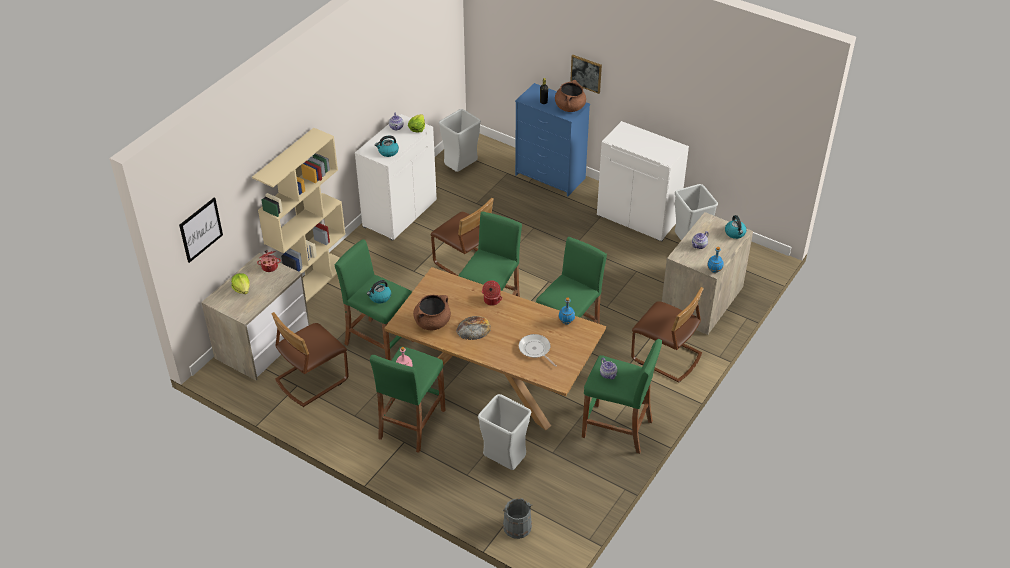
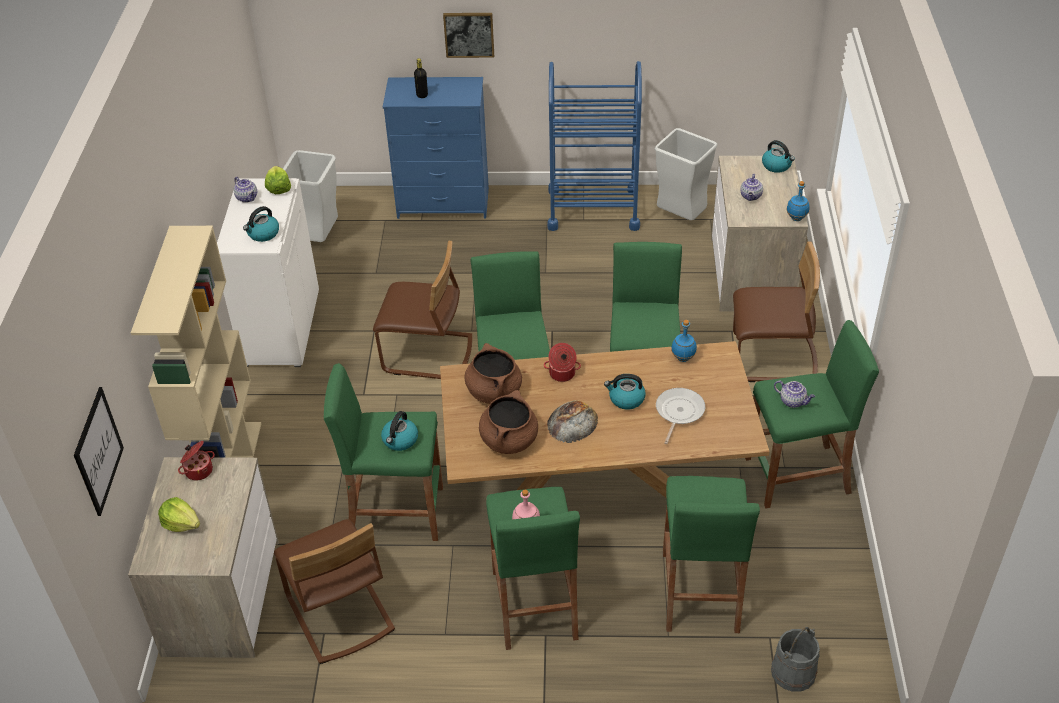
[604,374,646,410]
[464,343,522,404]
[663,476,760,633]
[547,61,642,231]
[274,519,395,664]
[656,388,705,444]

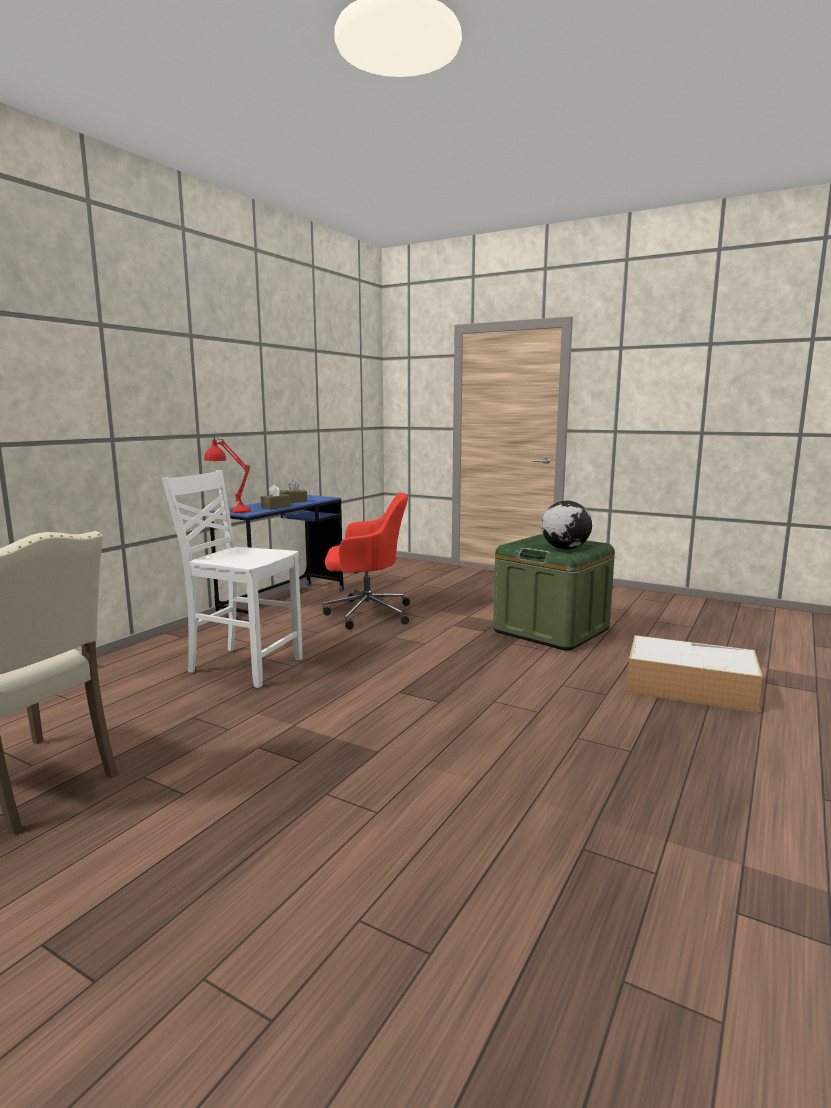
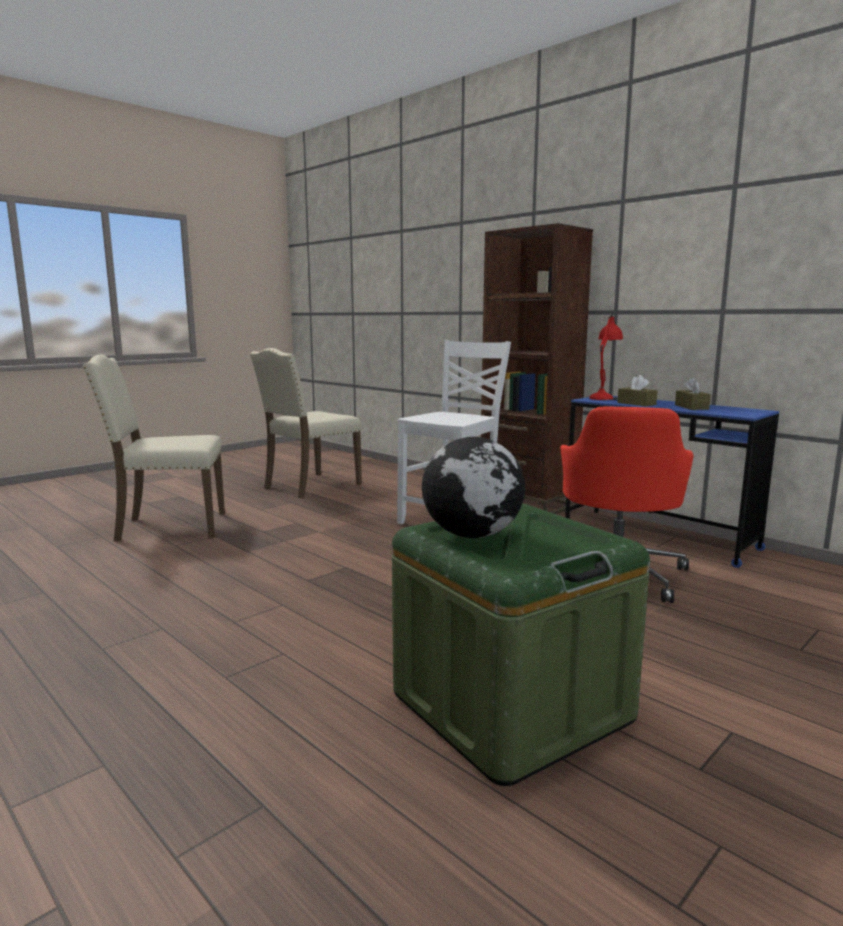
[627,635,762,713] (first image)
[82,355,225,541]
[481,223,593,514]

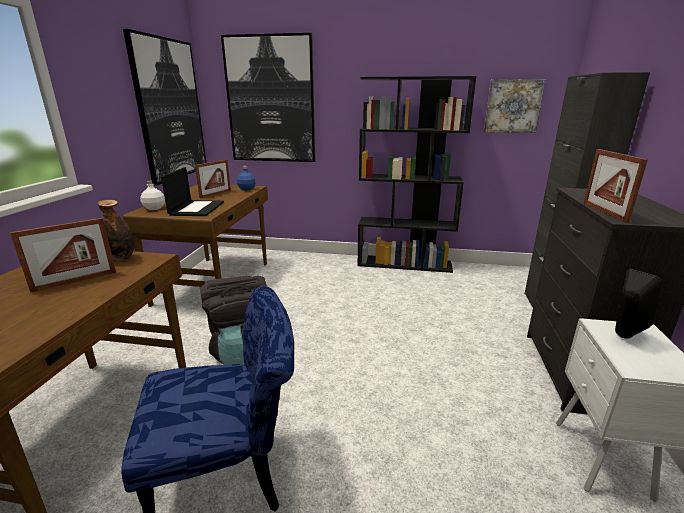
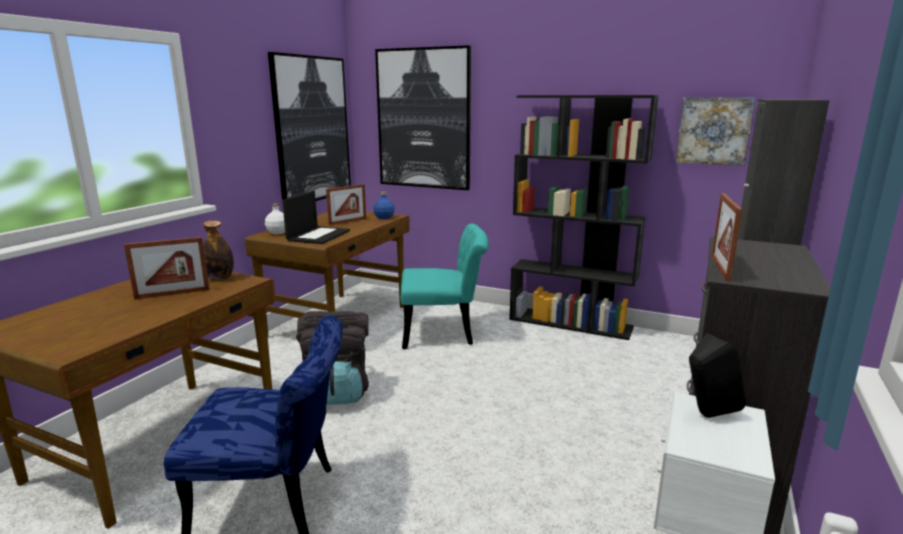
[401,224,489,349]

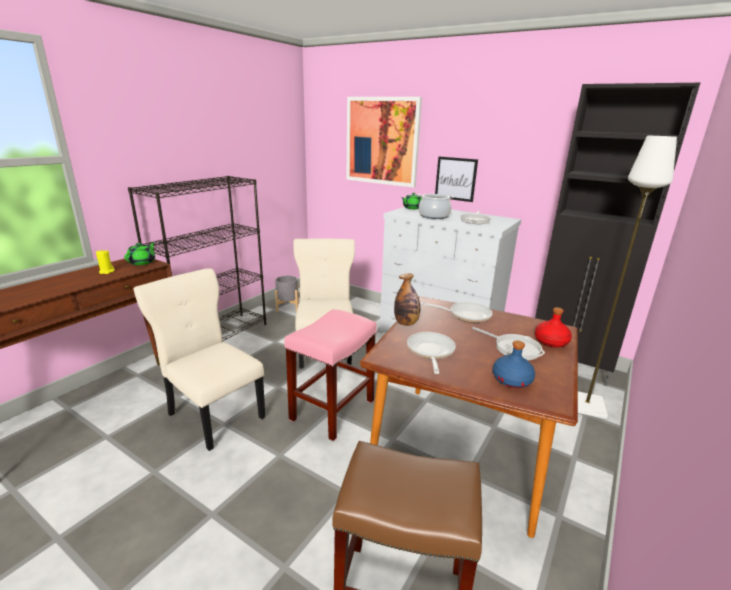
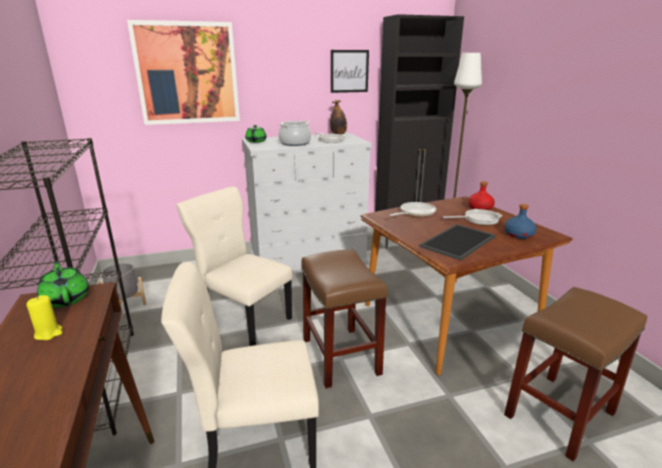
[330,100,347,135]
[331,50,369,93]
[419,224,496,261]
[301,250,388,389]

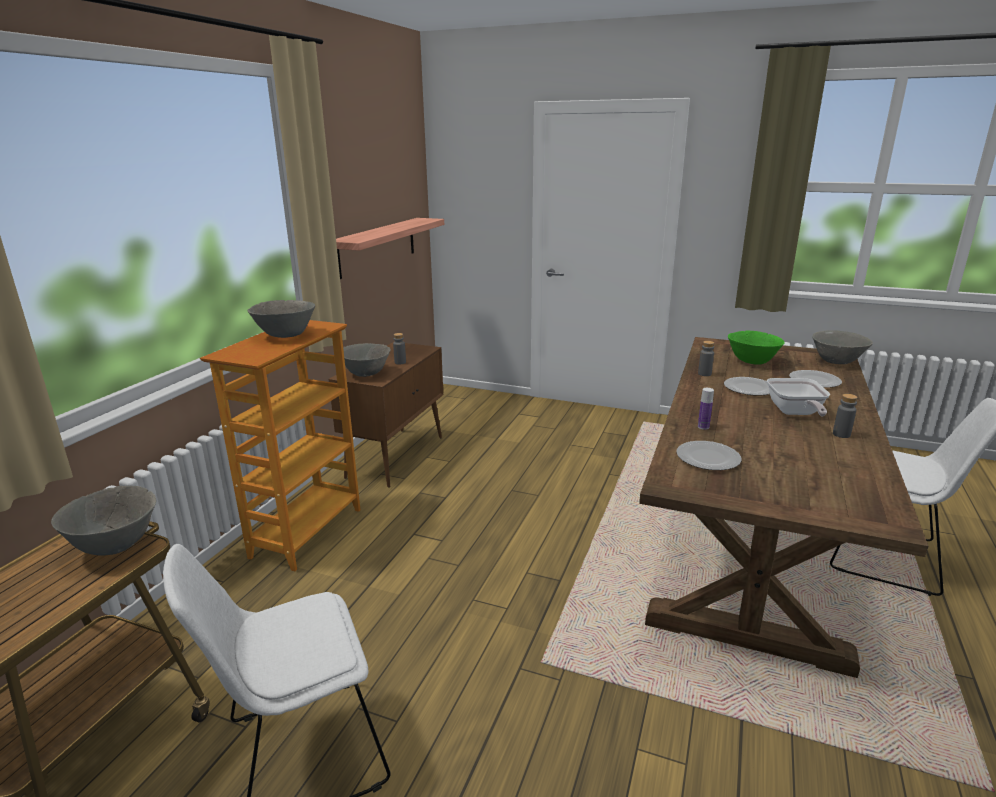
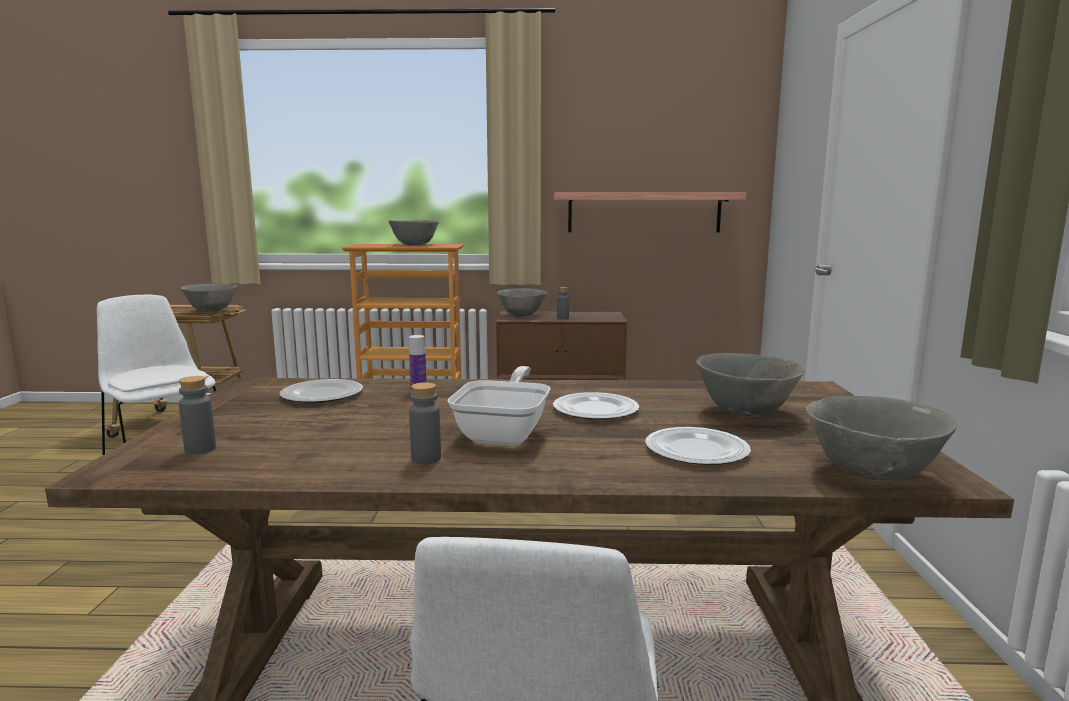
[179,376,216,455]
[696,353,805,416]
[448,366,550,446]

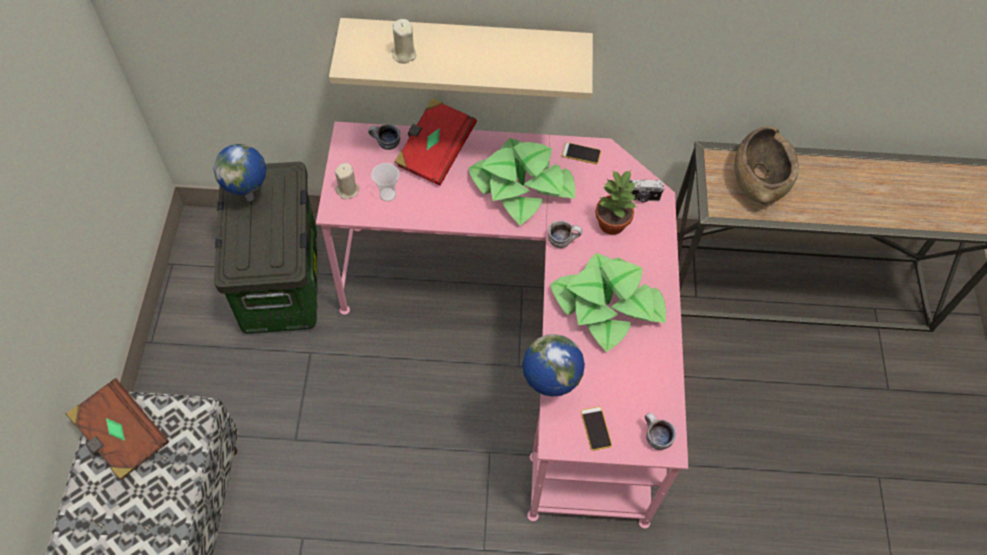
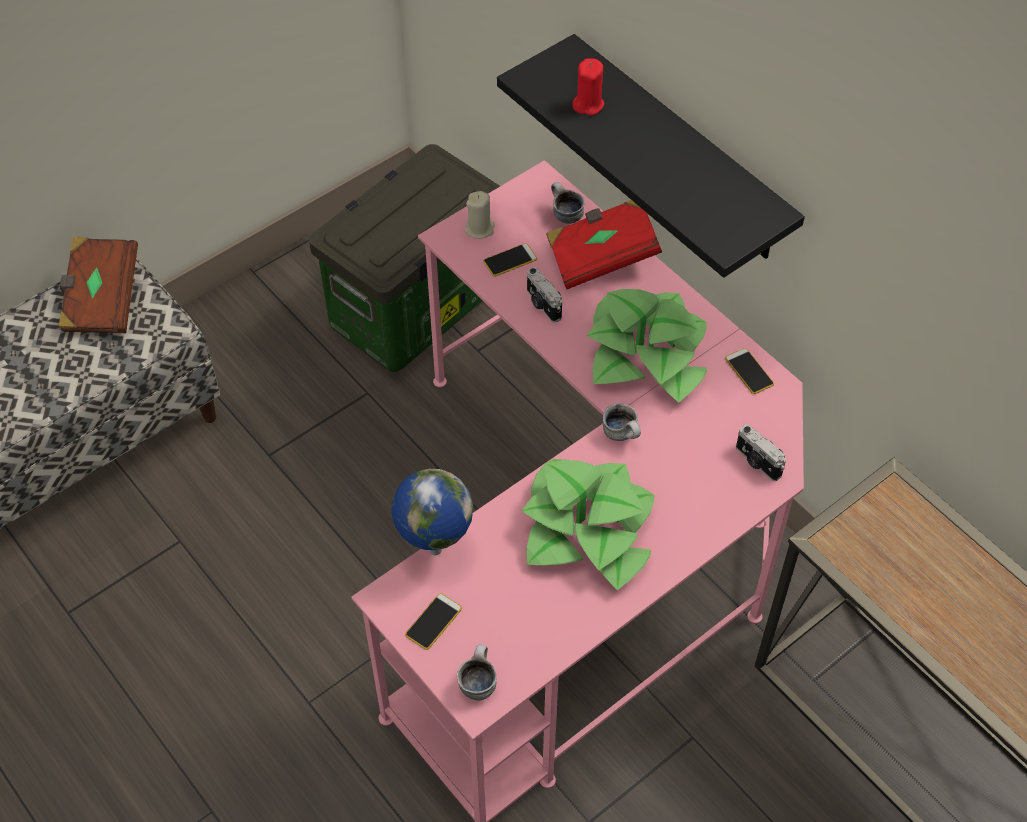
[214,144,266,202] (first image)
[595,170,637,235] (first image)
[734,126,799,205] (first image)
[527,267,562,323]
[483,243,537,277]
[497,34,805,278]
[573,58,604,116]

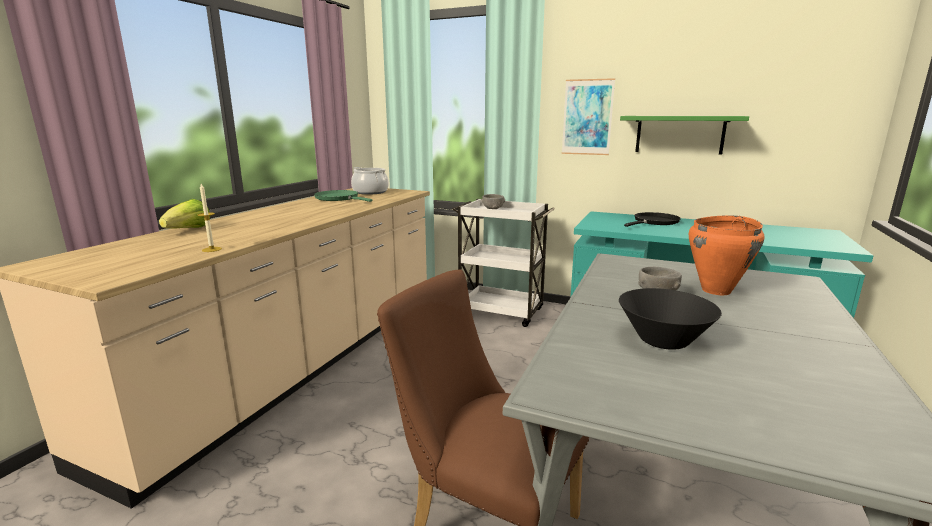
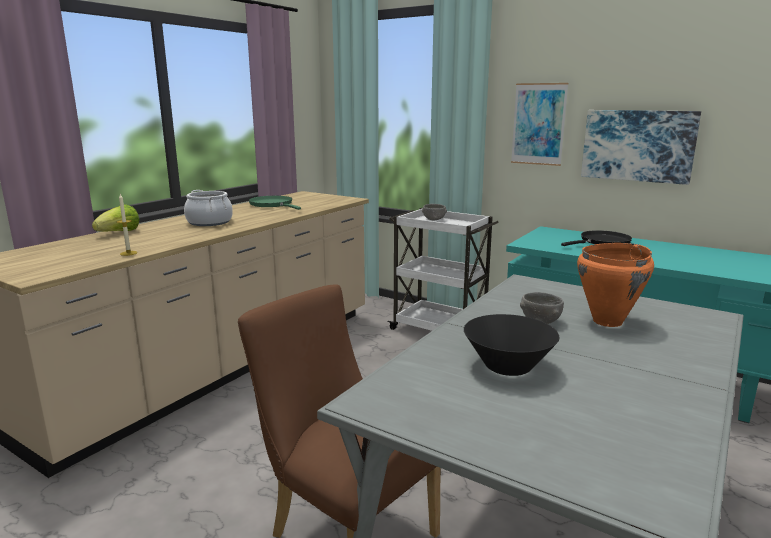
[184,190,233,226]
[581,110,701,185]

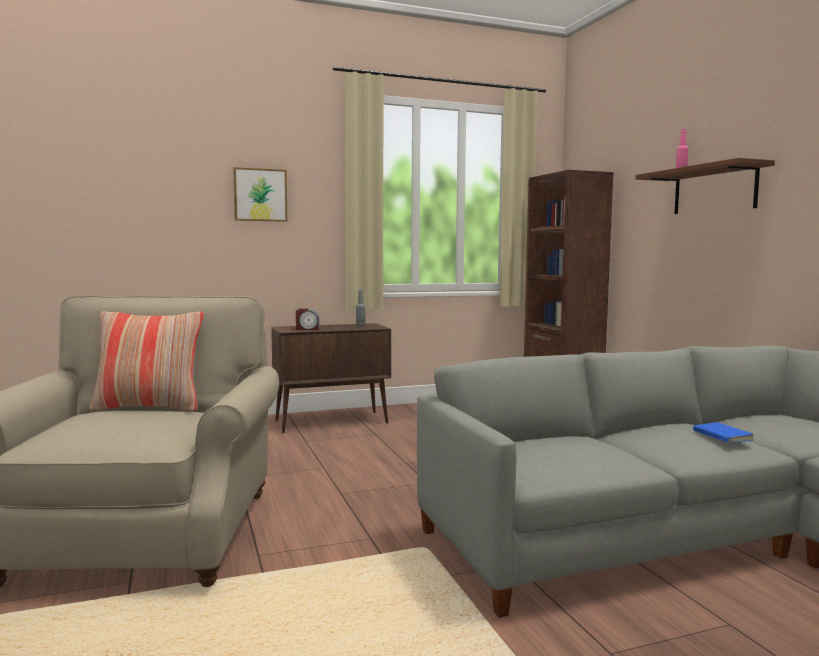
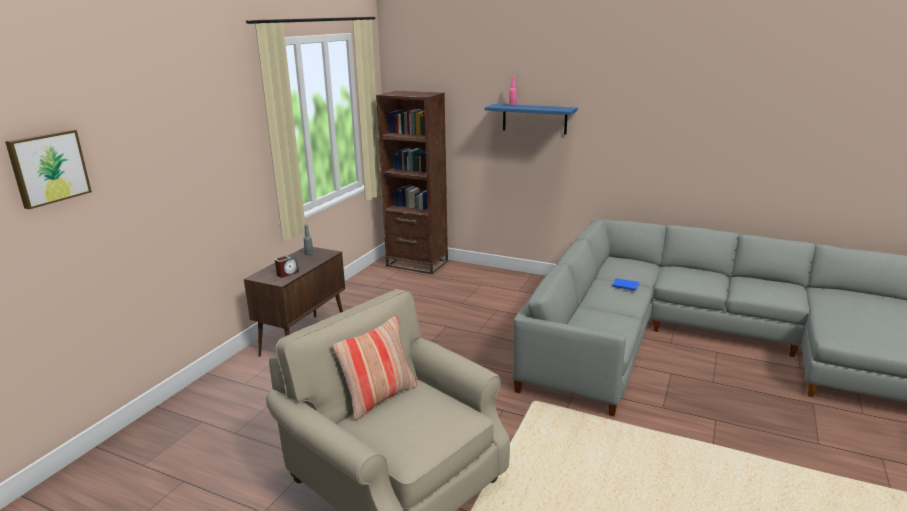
[5,129,92,209]
[485,104,578,134]

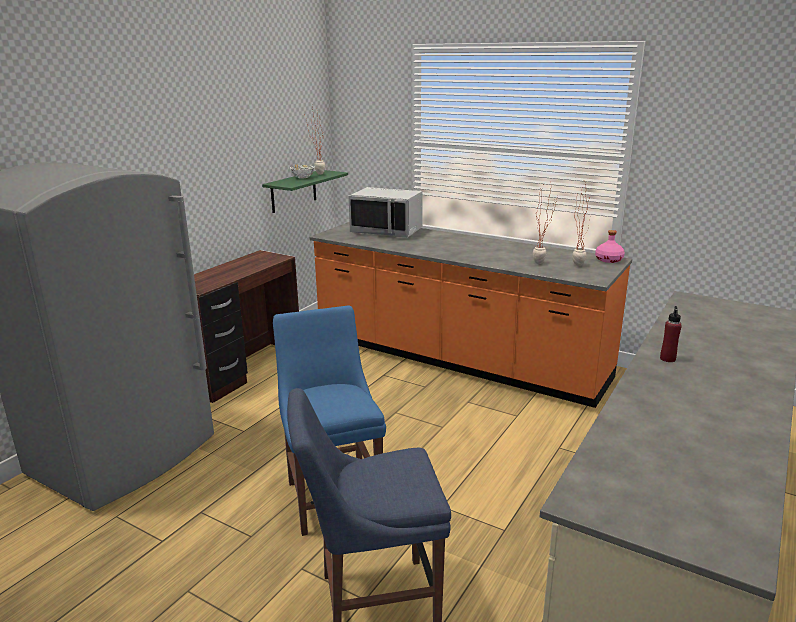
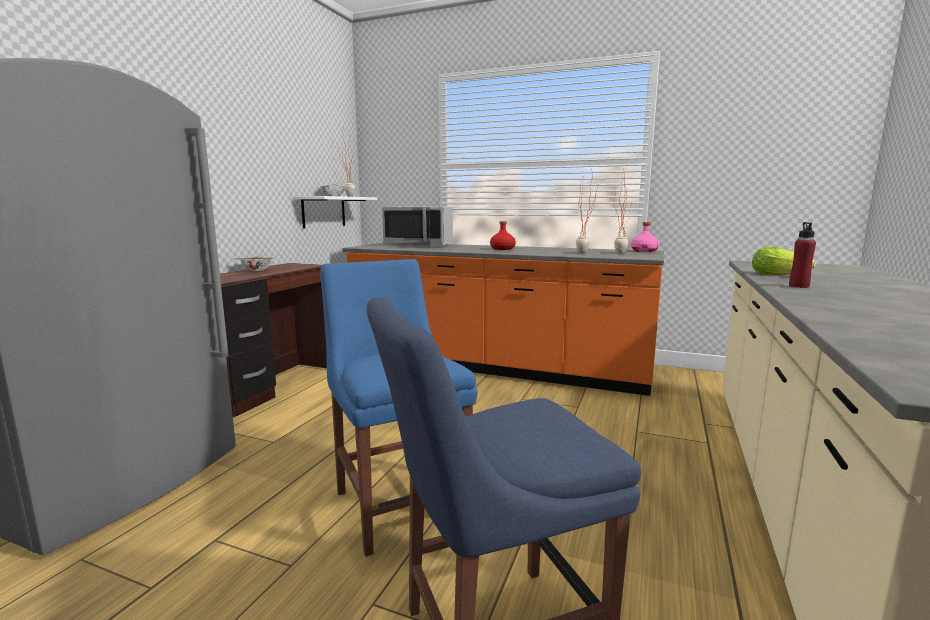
[234,255,273,271]
[490,221,516,250]
[752,247,816,275]
[293,196,377,228]

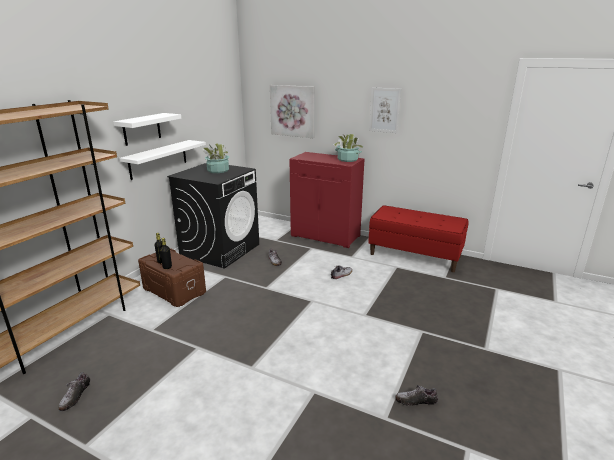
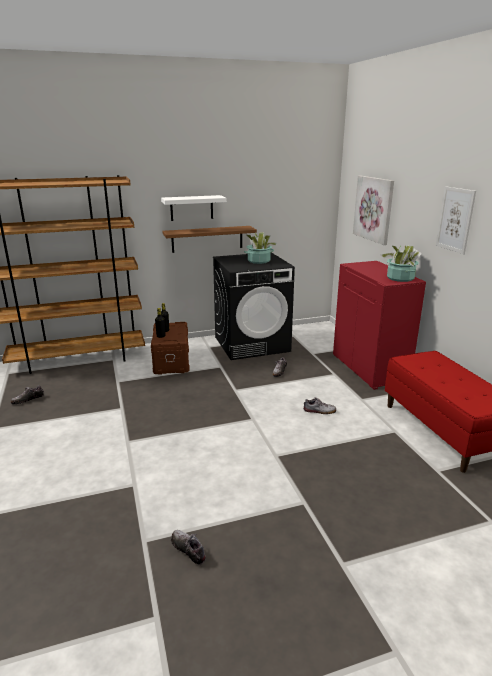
[162,226,257,253]

